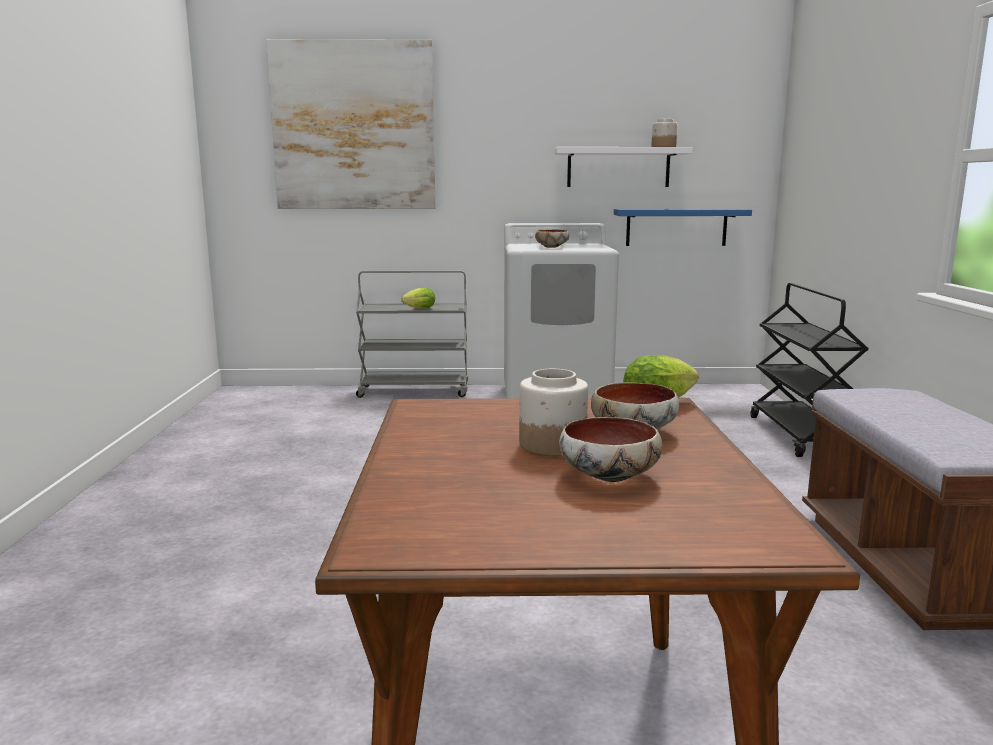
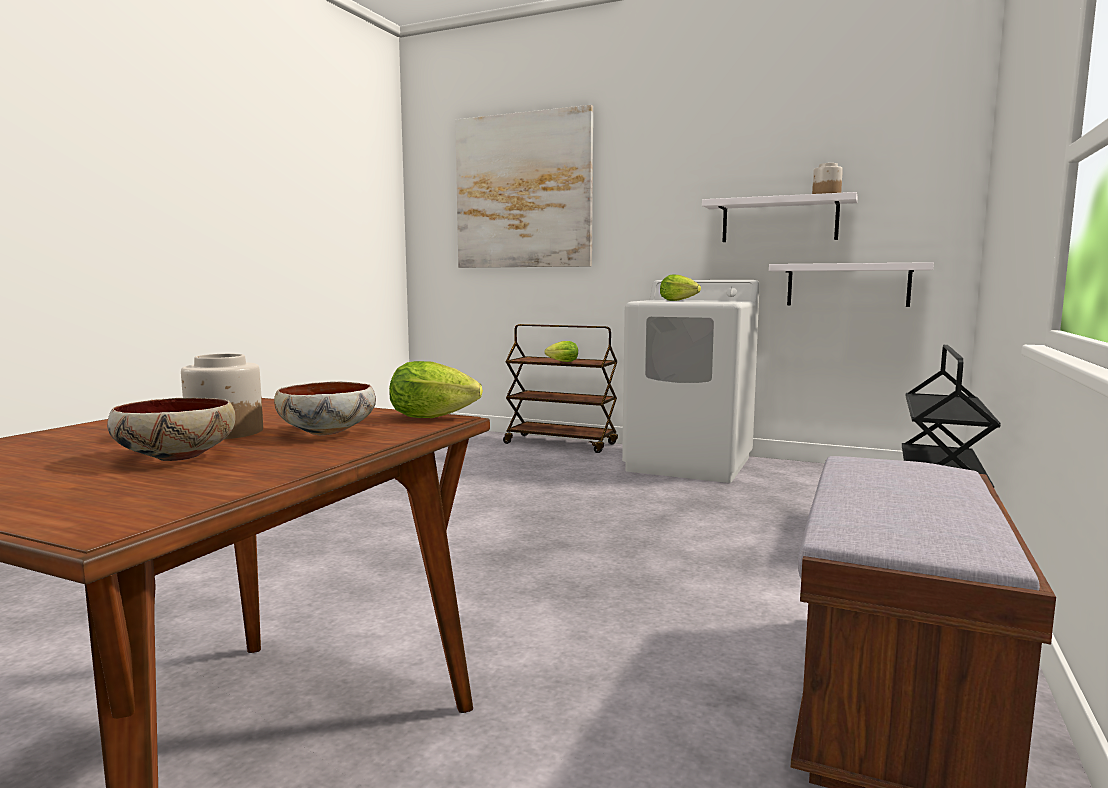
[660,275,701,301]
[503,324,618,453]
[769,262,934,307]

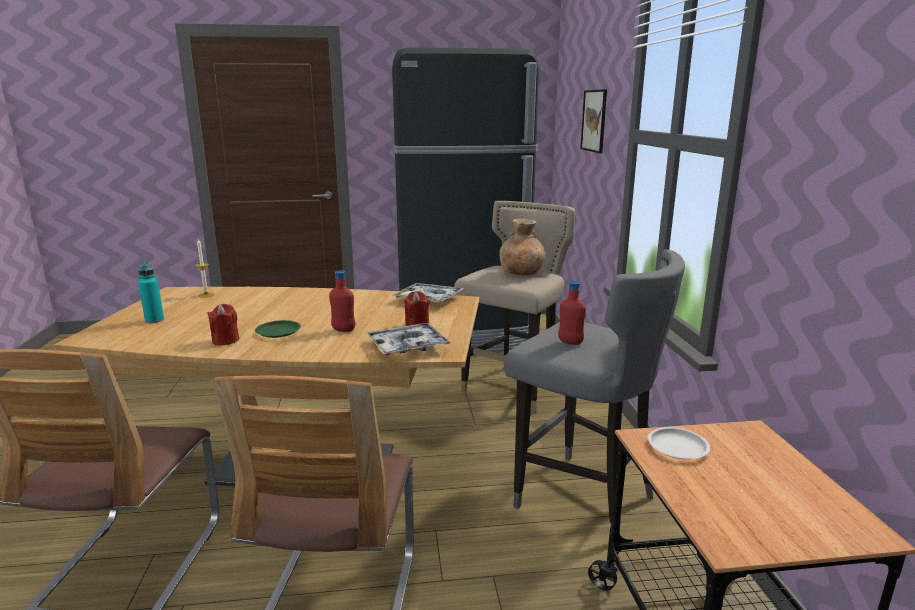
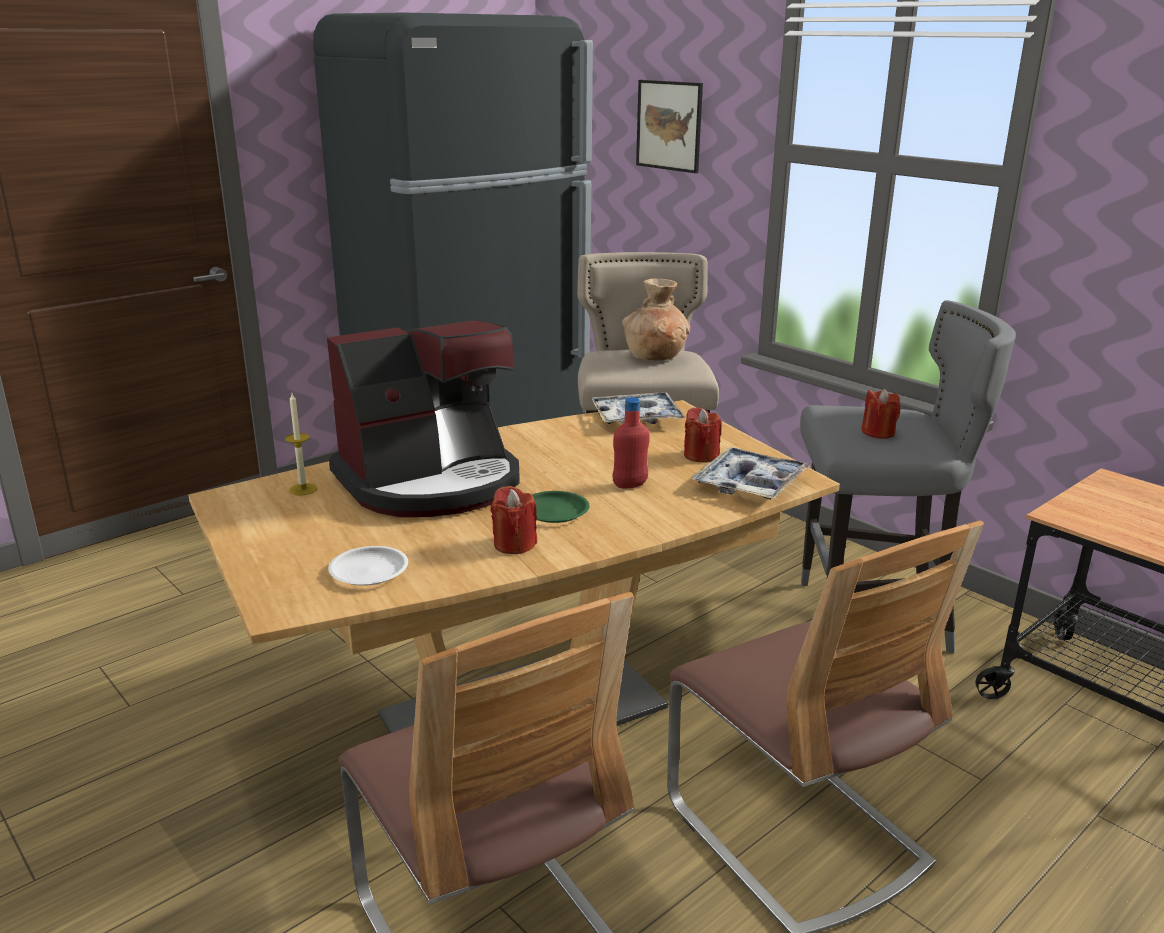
[138,263,164,323] (first image)
[327,320,520,517]
[328,546,408,586]
[861,389,900,439]

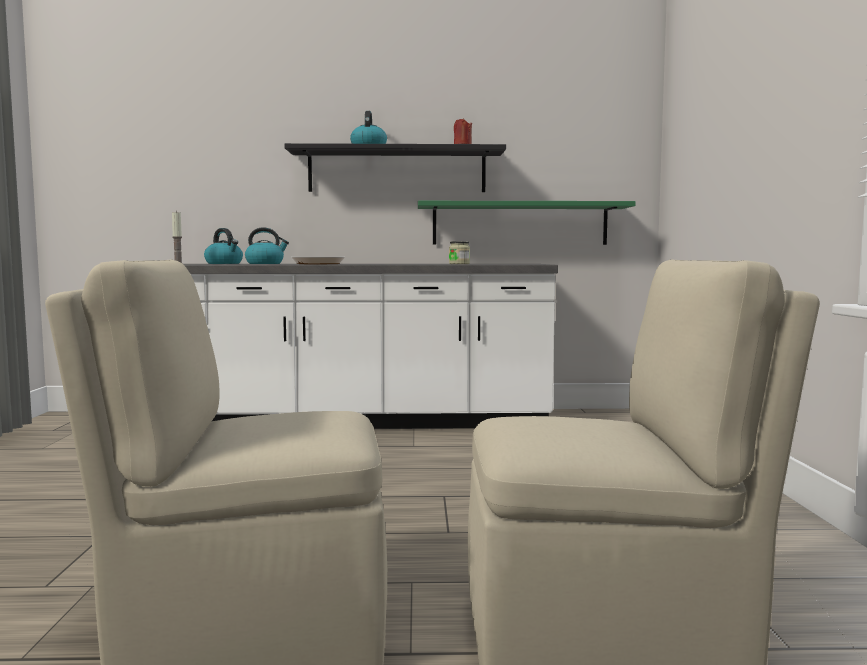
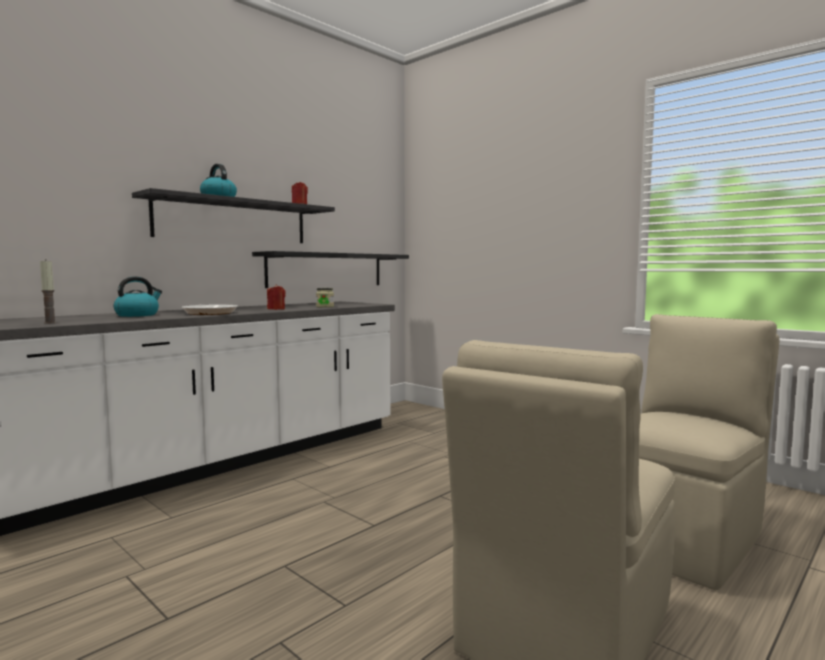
[204,228,243,264] (first image)
[267,284,286,310]
[252,251,409,288]

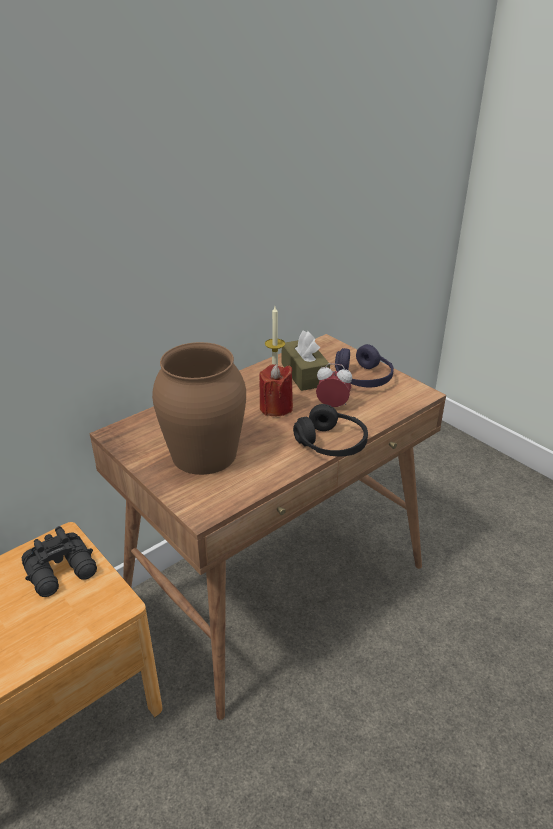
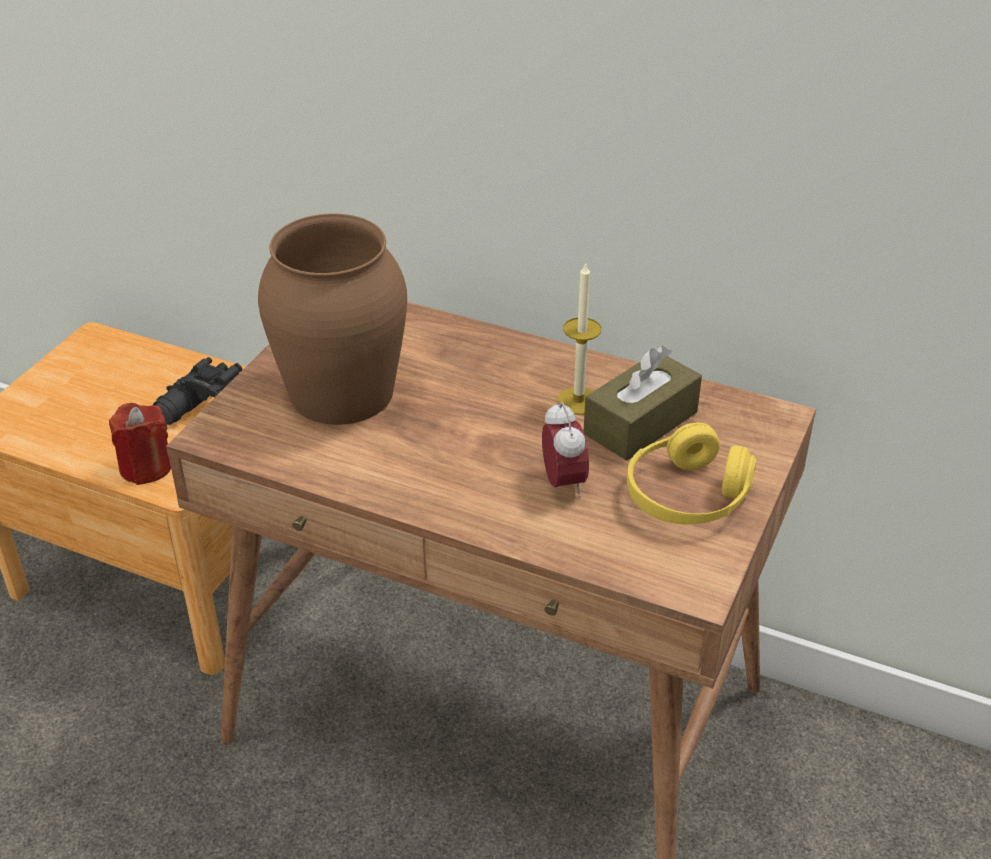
[293,404,368,457] (first image)
[109,403,171,485]
[627,422,756,524]

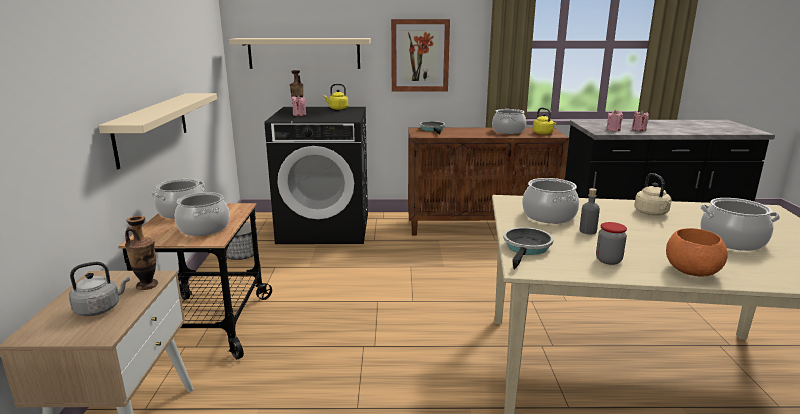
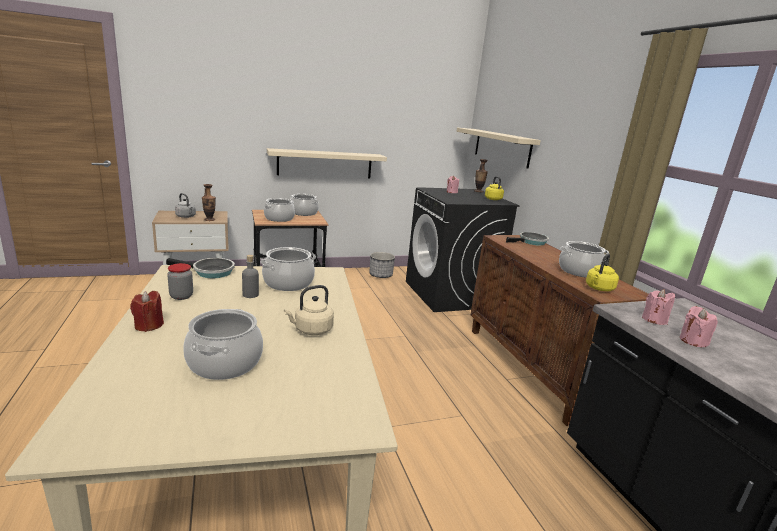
[391,19,450,92] (first image)
[130,291,164,332]

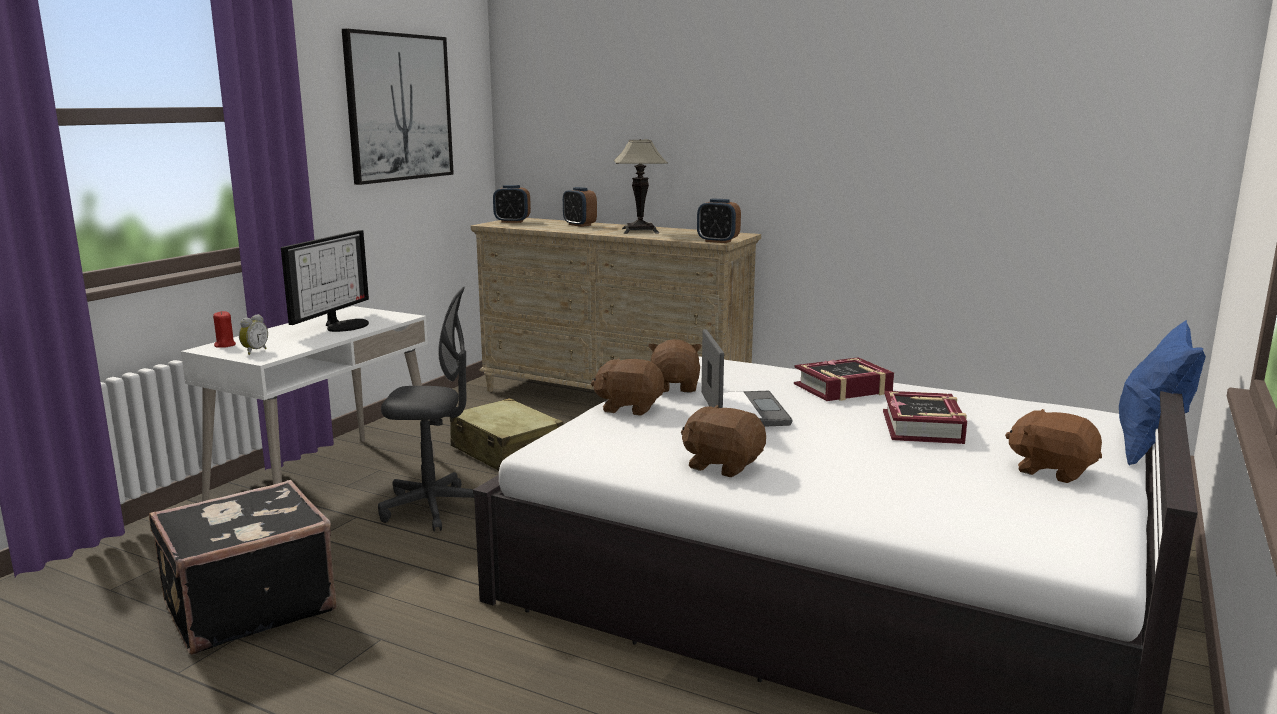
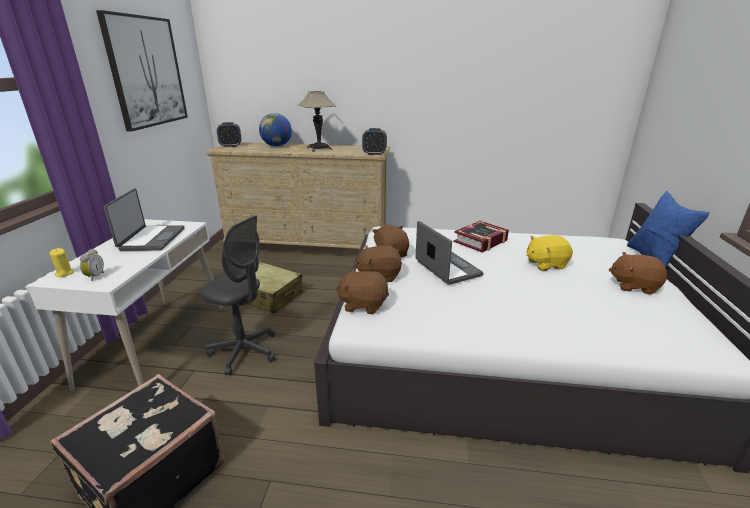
[335,268,389,314]
[103,188,185,251]
[259,113,292,147]
[526,235,573,271]
[49,248,74,277]
[200,215,275,375]

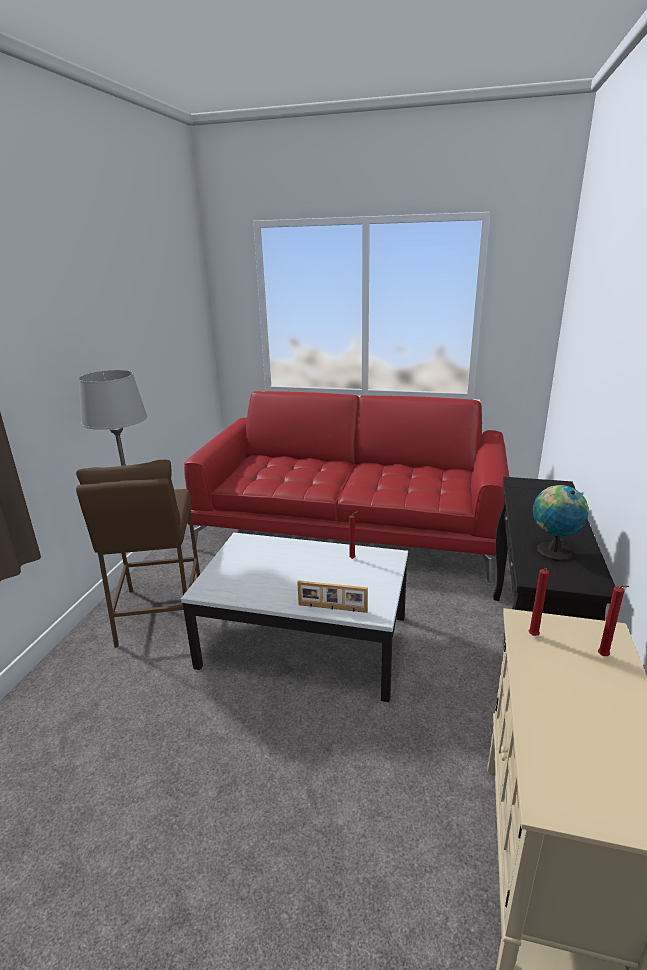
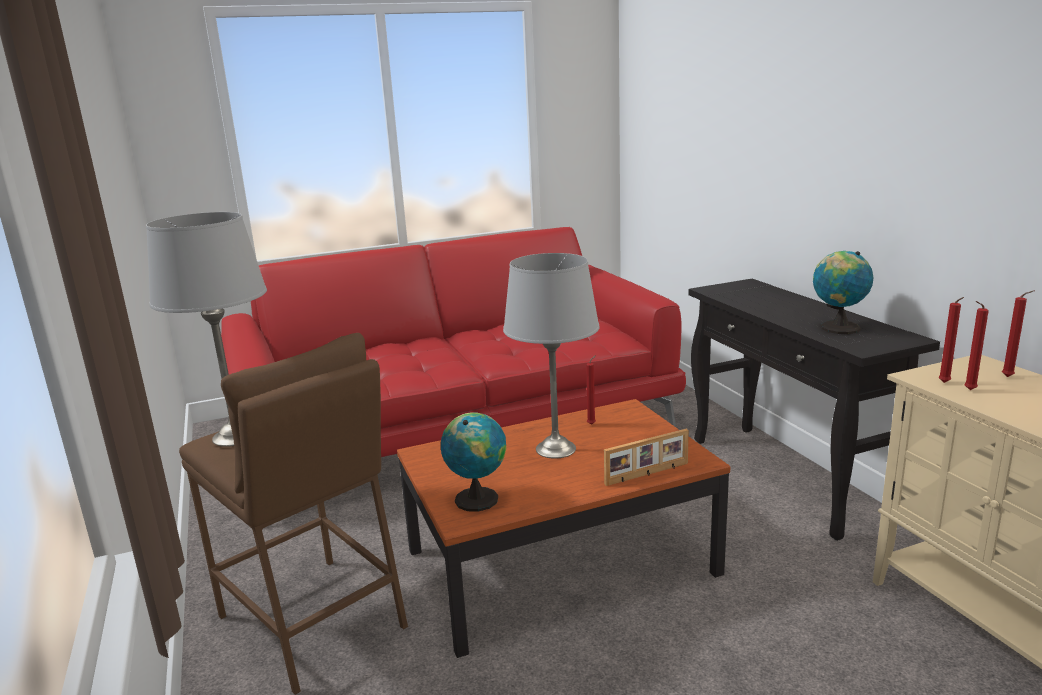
[441,412,506,512]
[503,253,600,459]
[964,301,989,390]
[397,399,731,658]

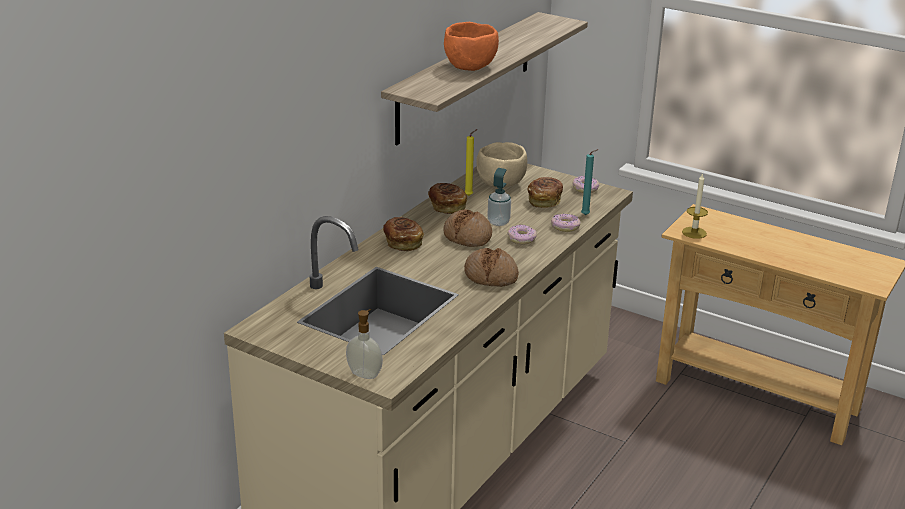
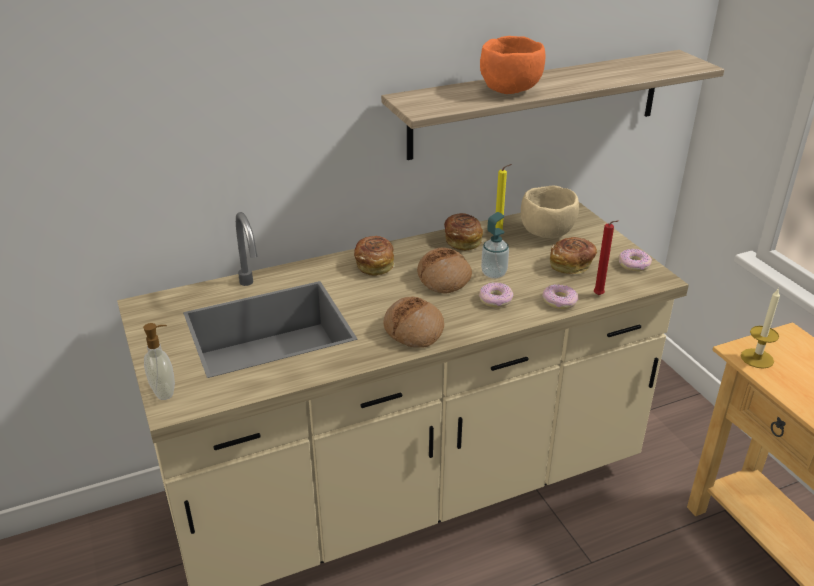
[594,221,619,295]

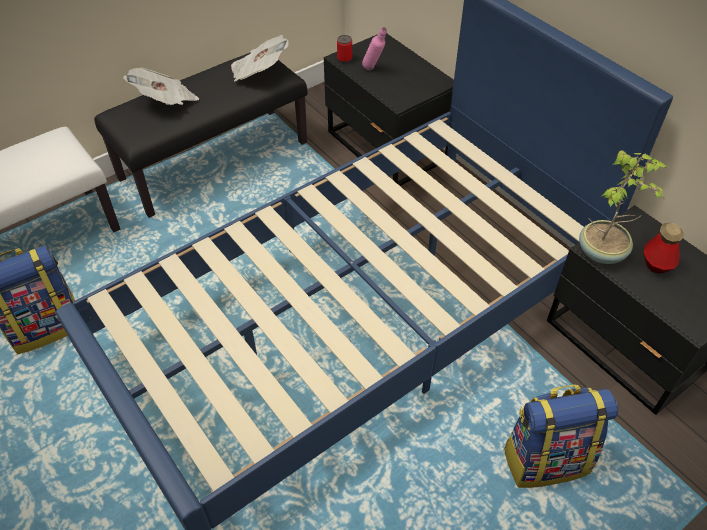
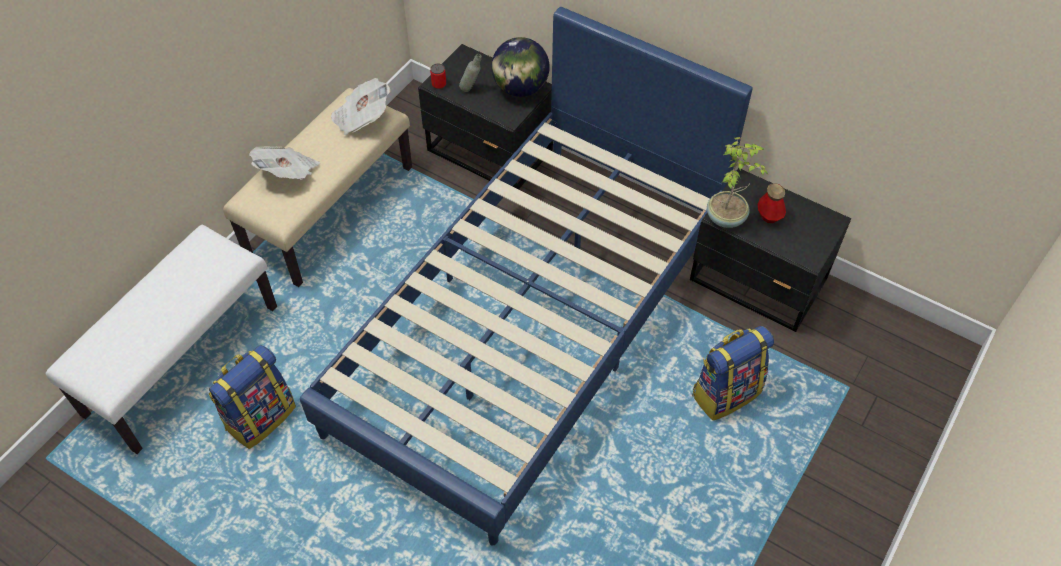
[491,37,550,97]
[223,88,412,287]
[459,54,482,92]

